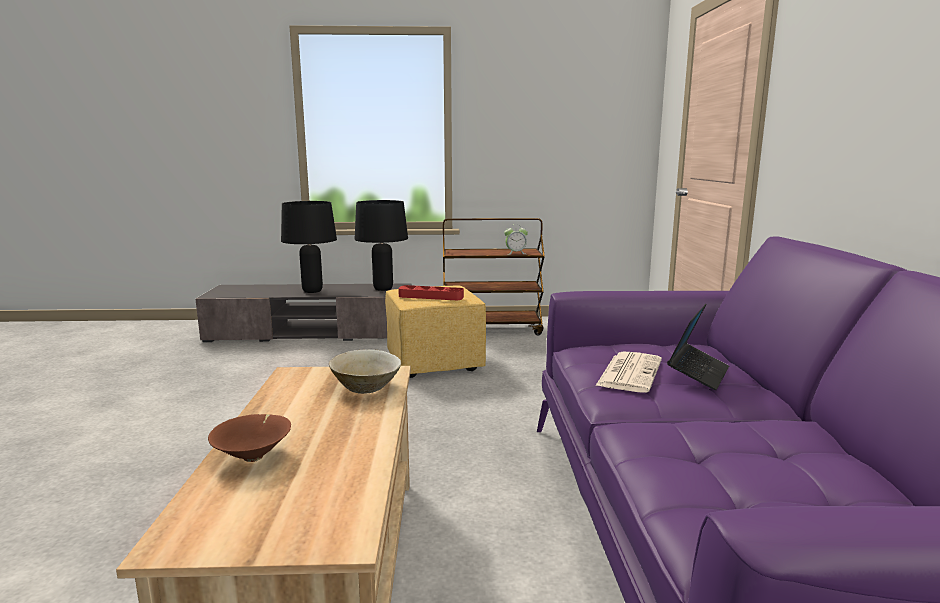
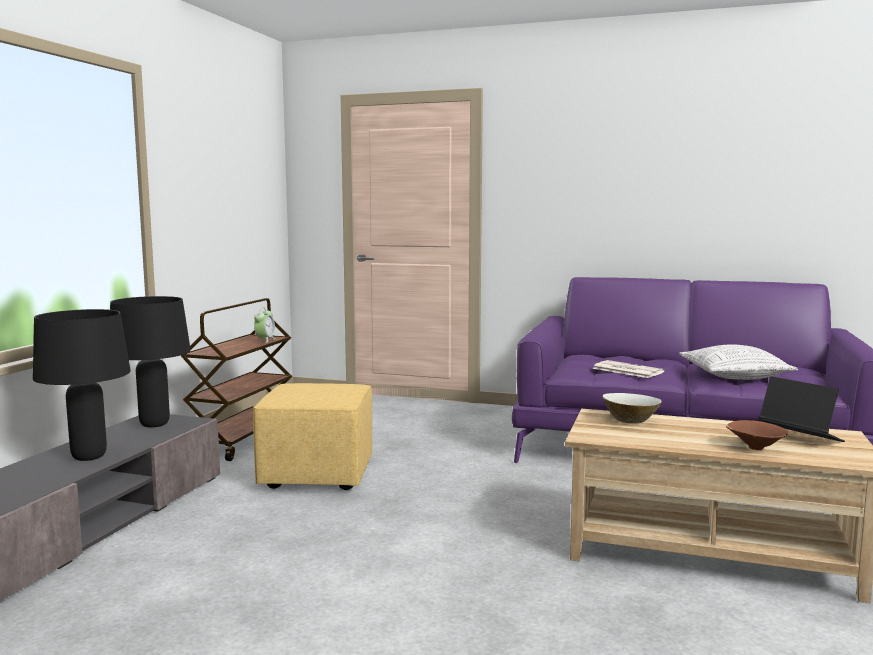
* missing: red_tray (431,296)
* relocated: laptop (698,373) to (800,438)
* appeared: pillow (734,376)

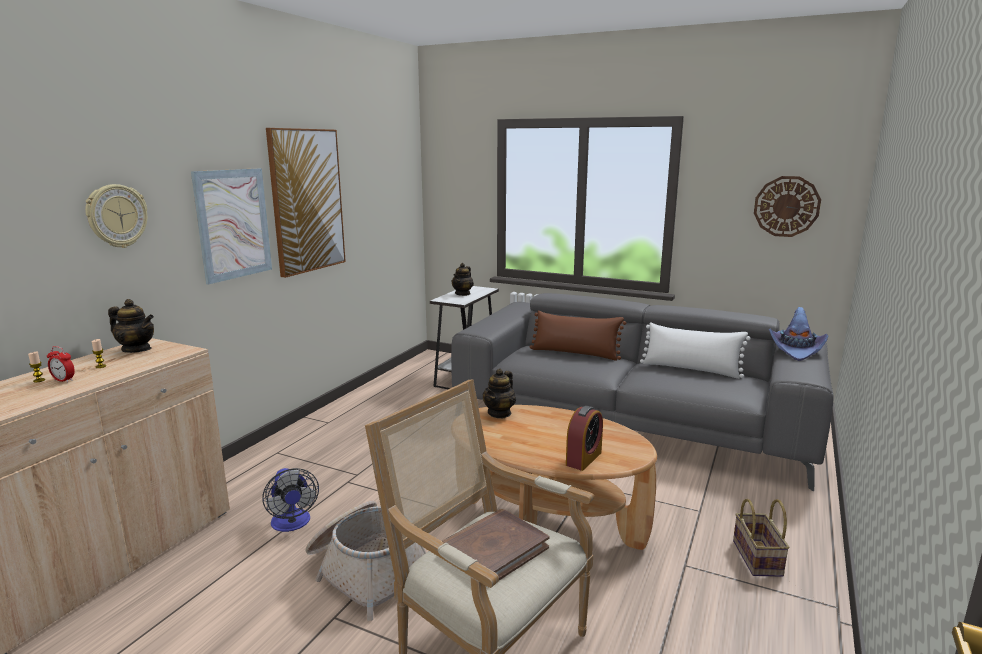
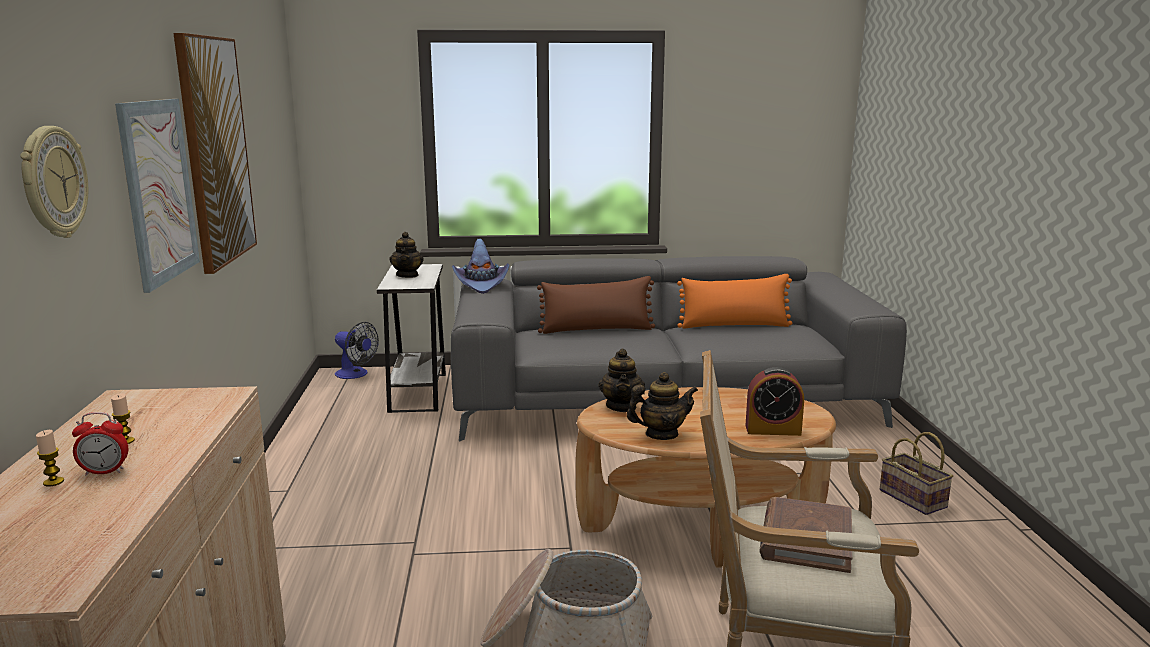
* missing: wall_clock (786,206)
* relocated: teapot (136,349) to (661,434)
* relocated: purple_hat (796,350) to (481,284)
* colour: white_pillow (691,369) to orange_pillow (734,325)
* spun: alarm_clock (583,458) = (773,430) 90 degrees clockwise
* relocated: fan (292,524) to (355,374)

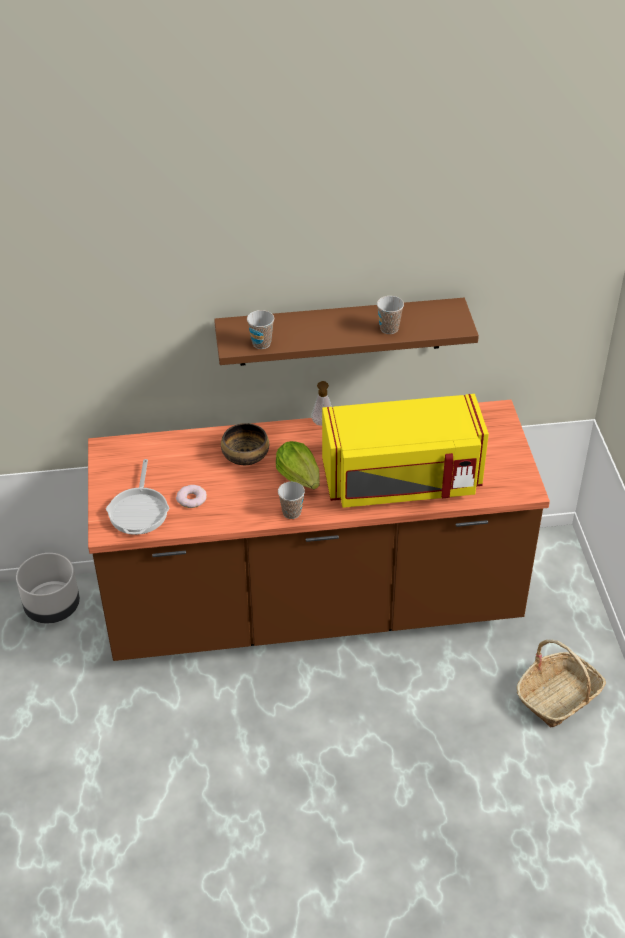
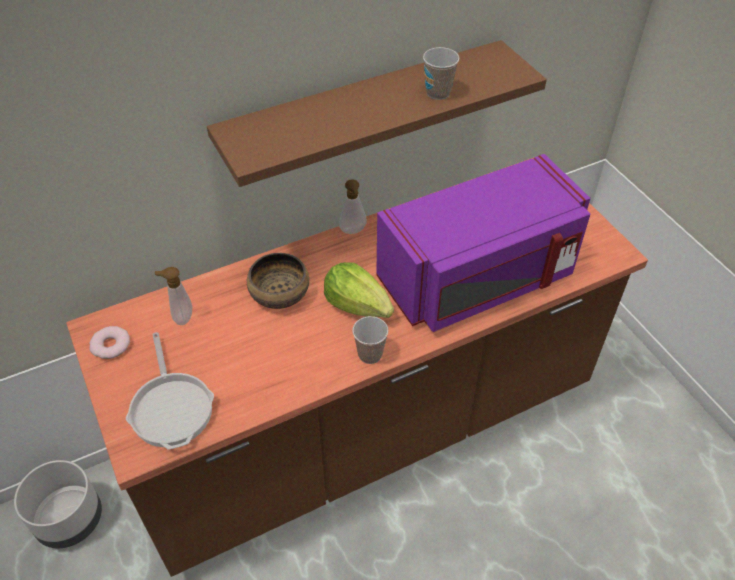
* missing: cup (261,343)
* colour: yellow_microwave (402,482) to purple_microwave (479,279)
* relocated: donut (191,499) to (110,345)
* missing: basket (558,697)
* appeared: soap_dispenser (181,317)

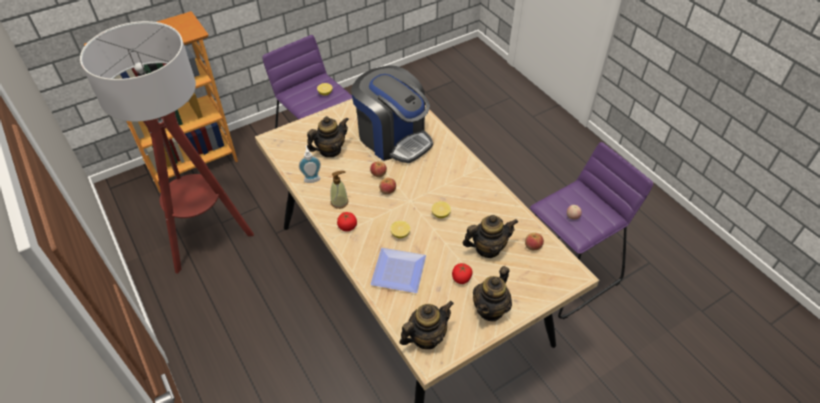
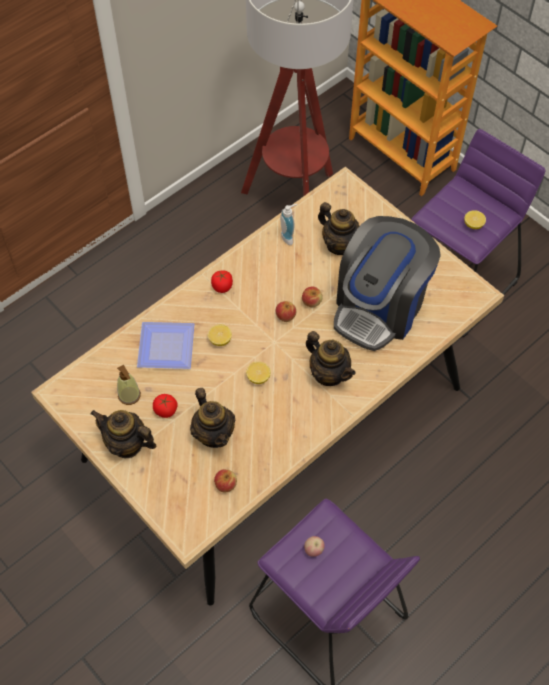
* relocated: soap_dispenser (339,202) to (129,395)
* relocated: teapot (426,337) to (329,373)

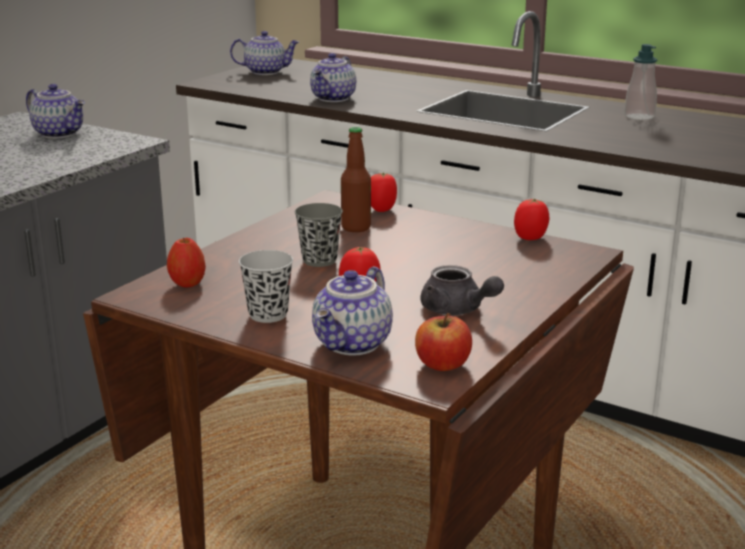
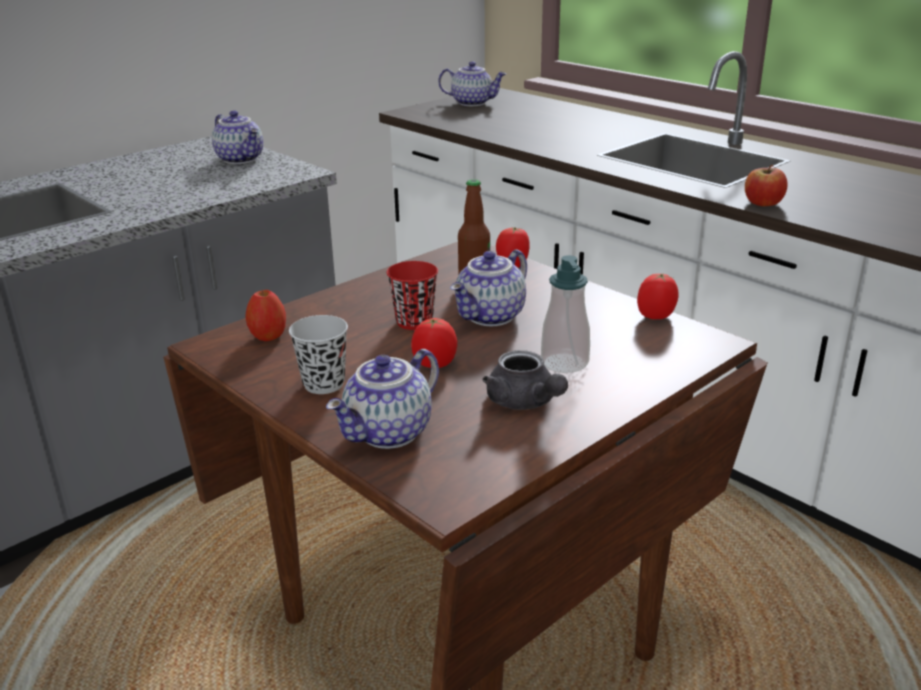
* relocated: soap_dispenser (639,116) to (564,362)
* relocated: teapot (334,99) to (491,317)
* colour: grey_cup (319,260) to red_cup (414,322)
* relocated: apple (443,364) to (763,203)

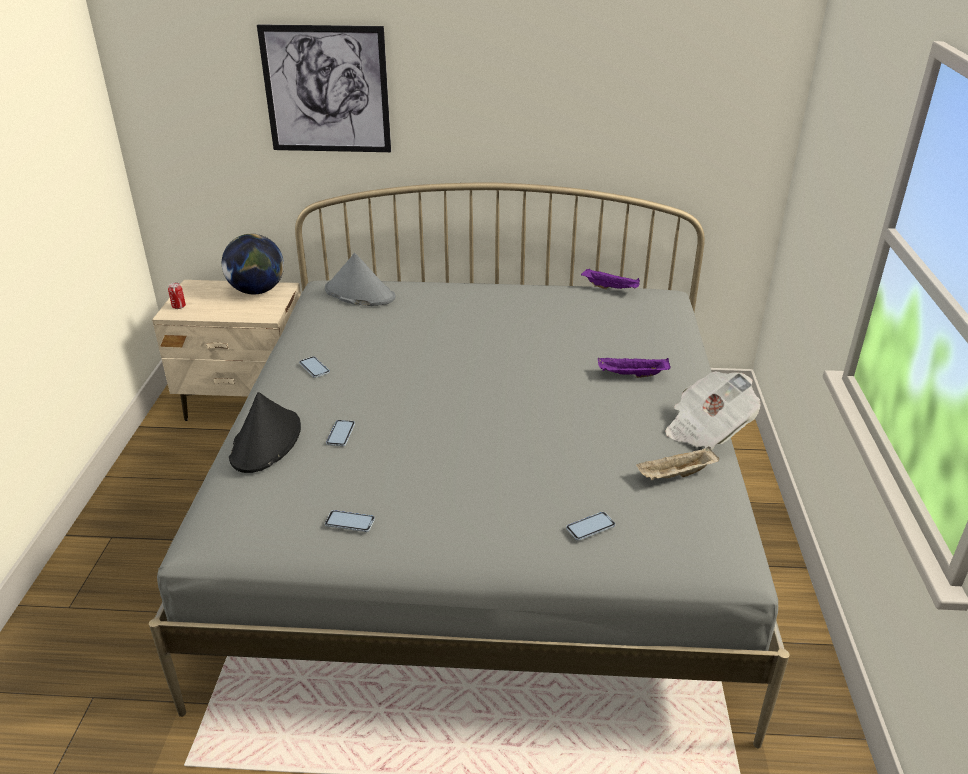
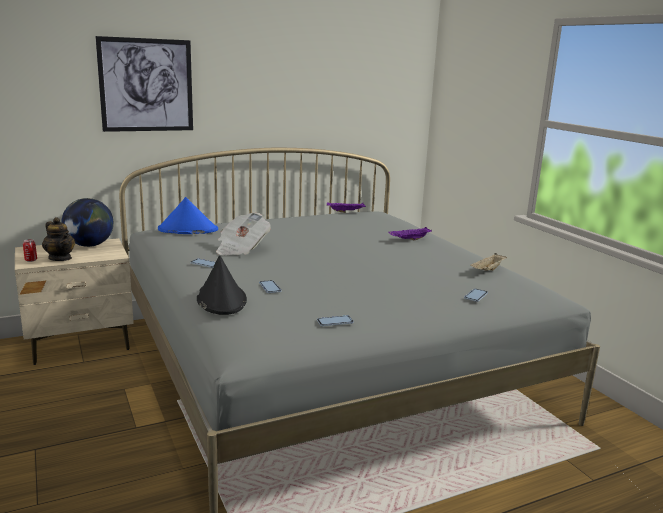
* colour: grey_hat (359,294) to blue_hat (187,230)
* relocated: newspaper (707,429) to (241,249)
* appeared: teapot (60,258)

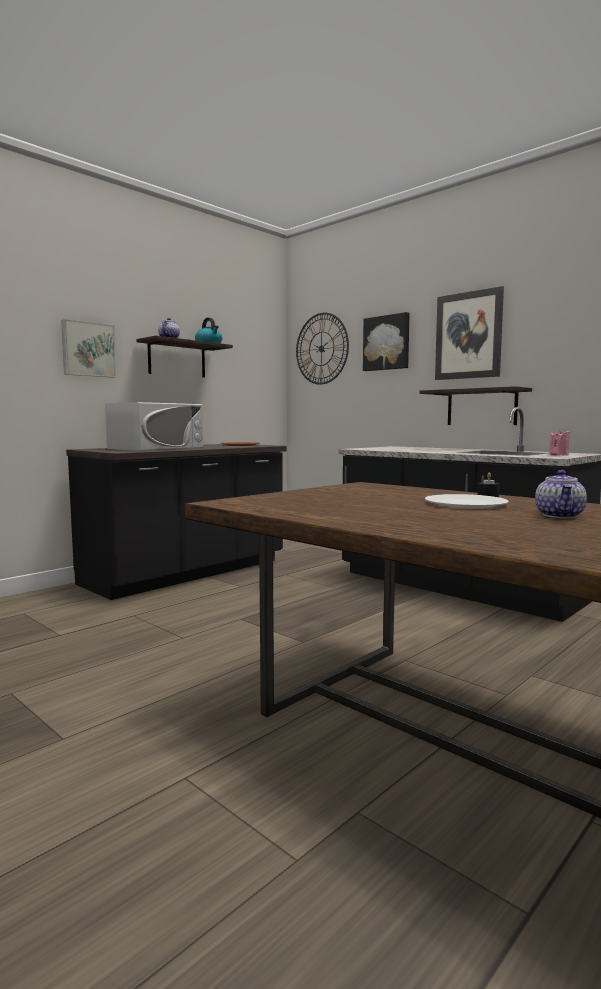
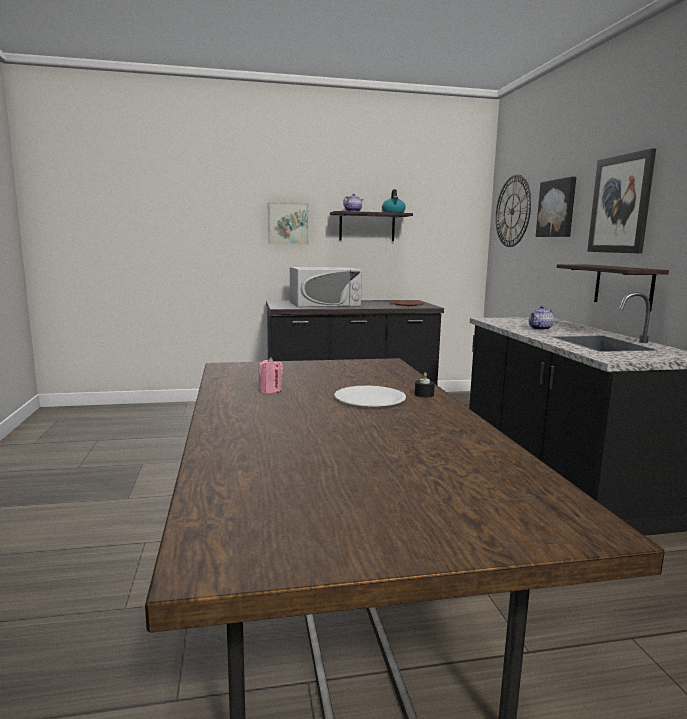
* relocated: pink_candle (558,455) to (270,390)
* relocated: teapot (560,515) to (540,328)

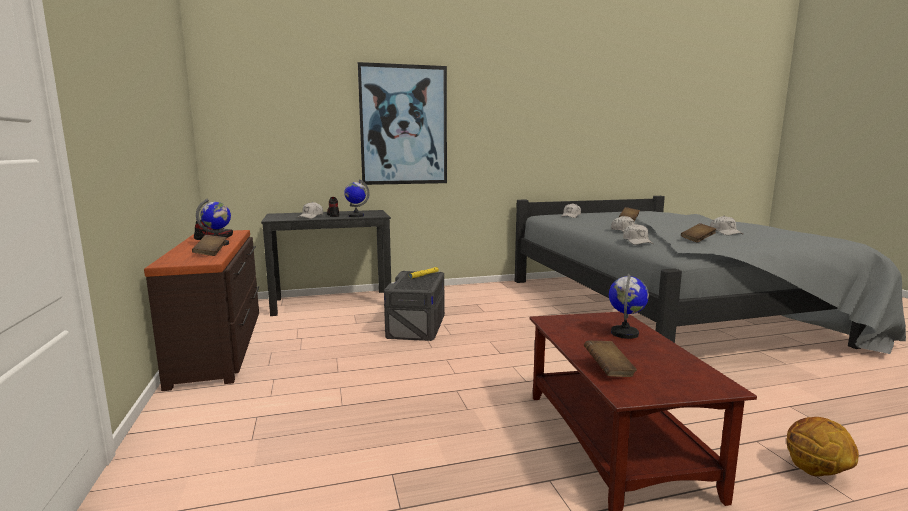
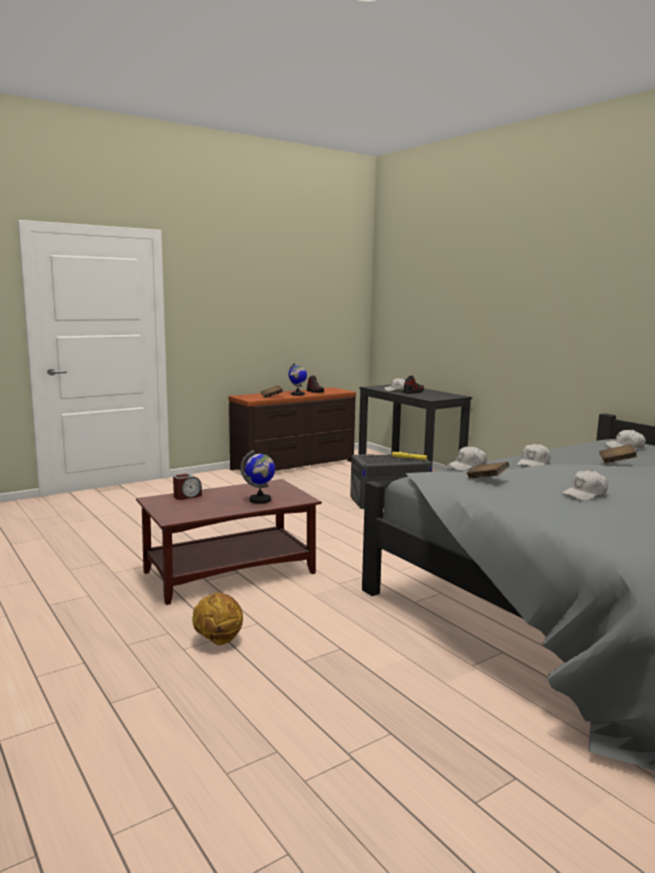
* missing: picture (403,125)
* missing: globe (356,216)
* exchanged: brown_book (608,370) to alarm_clock (187,496)

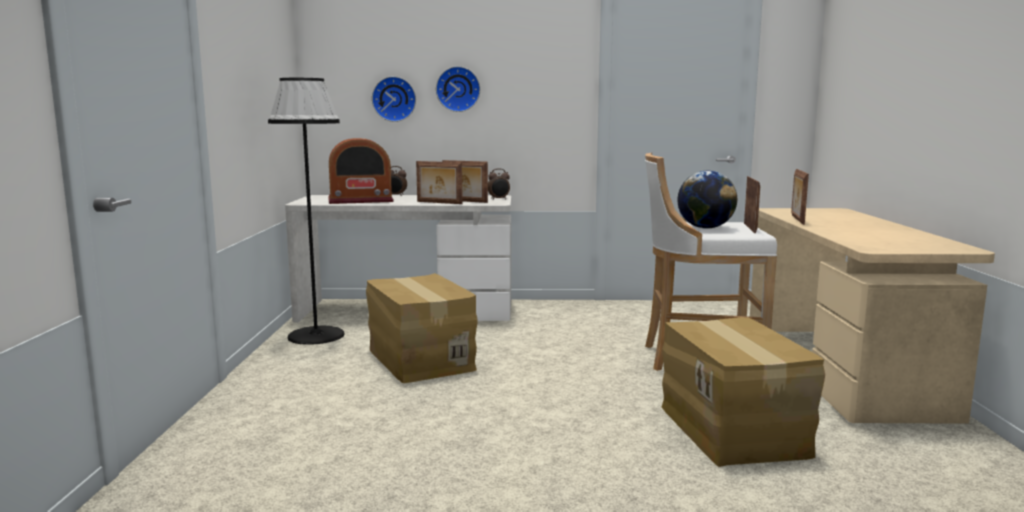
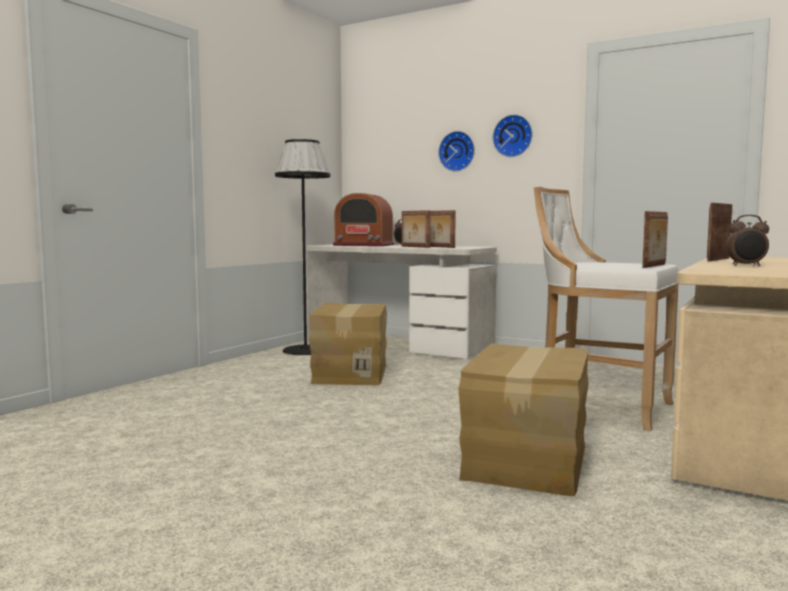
* relocated: wall_clock (394,99) to (513,136)
* relocated: alarm_clock (498,199) to (746,266)
* missing: globe (705,228)

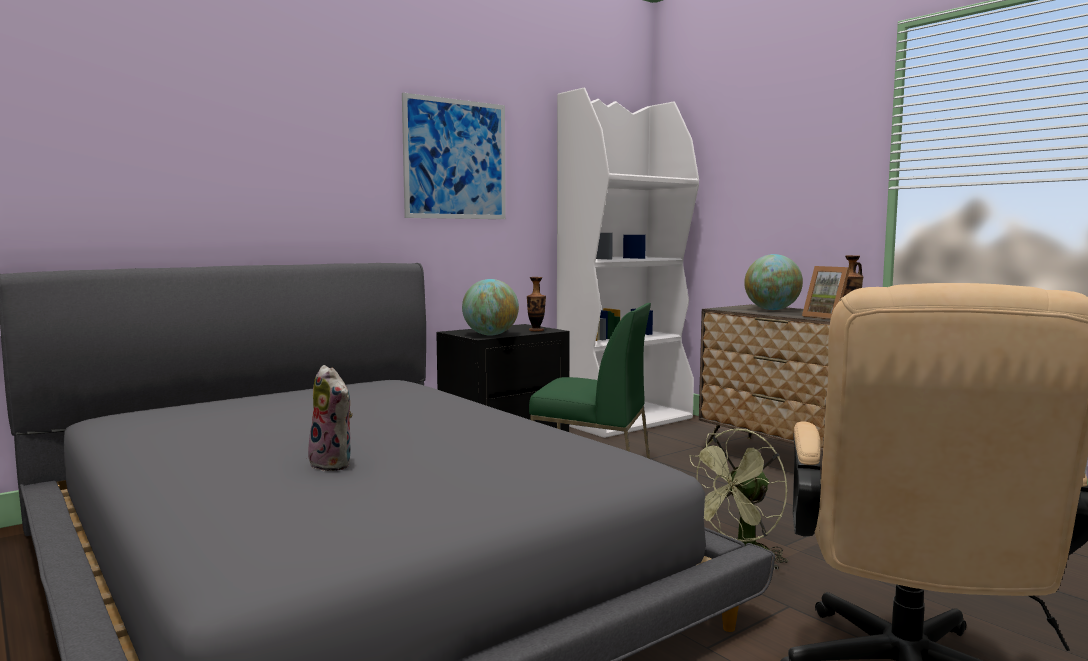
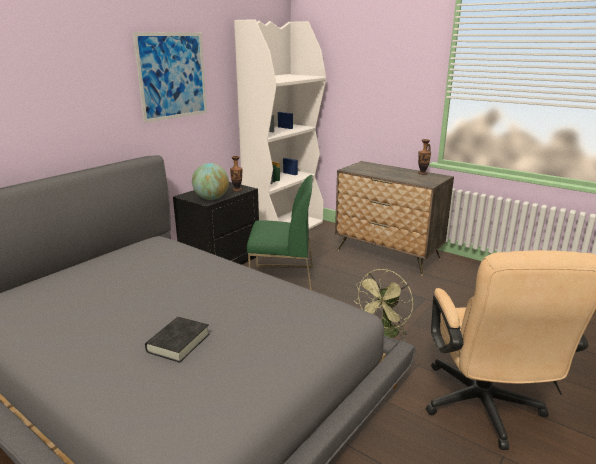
* missing: globe (772,310)
* missing: picture_frame (827,317)
* exchanged: plush_toy (334,464) to black_book (178,343)

